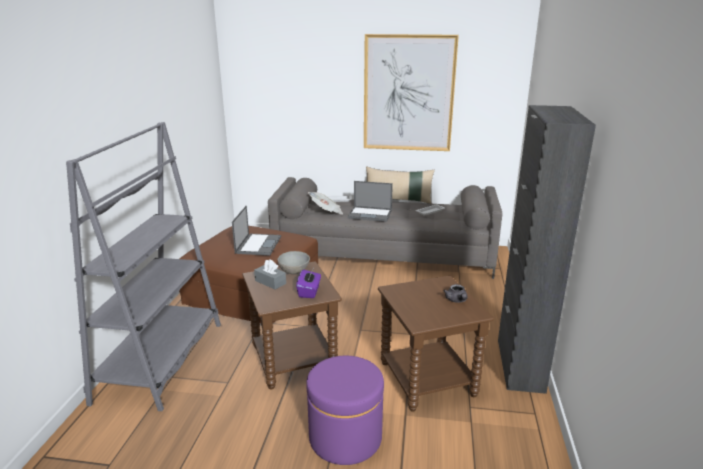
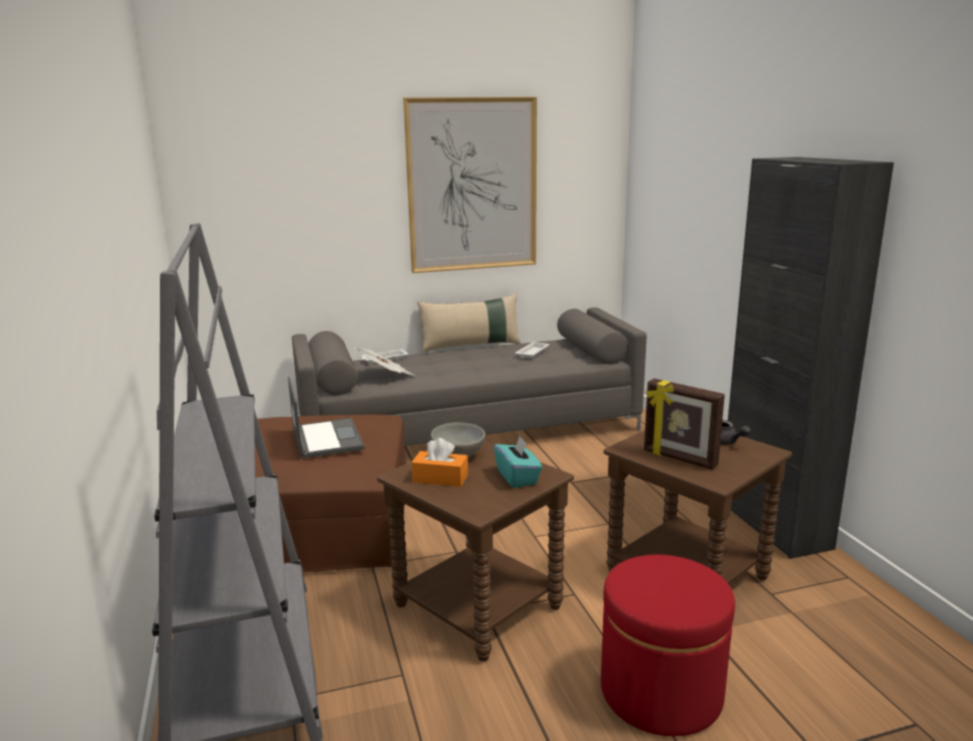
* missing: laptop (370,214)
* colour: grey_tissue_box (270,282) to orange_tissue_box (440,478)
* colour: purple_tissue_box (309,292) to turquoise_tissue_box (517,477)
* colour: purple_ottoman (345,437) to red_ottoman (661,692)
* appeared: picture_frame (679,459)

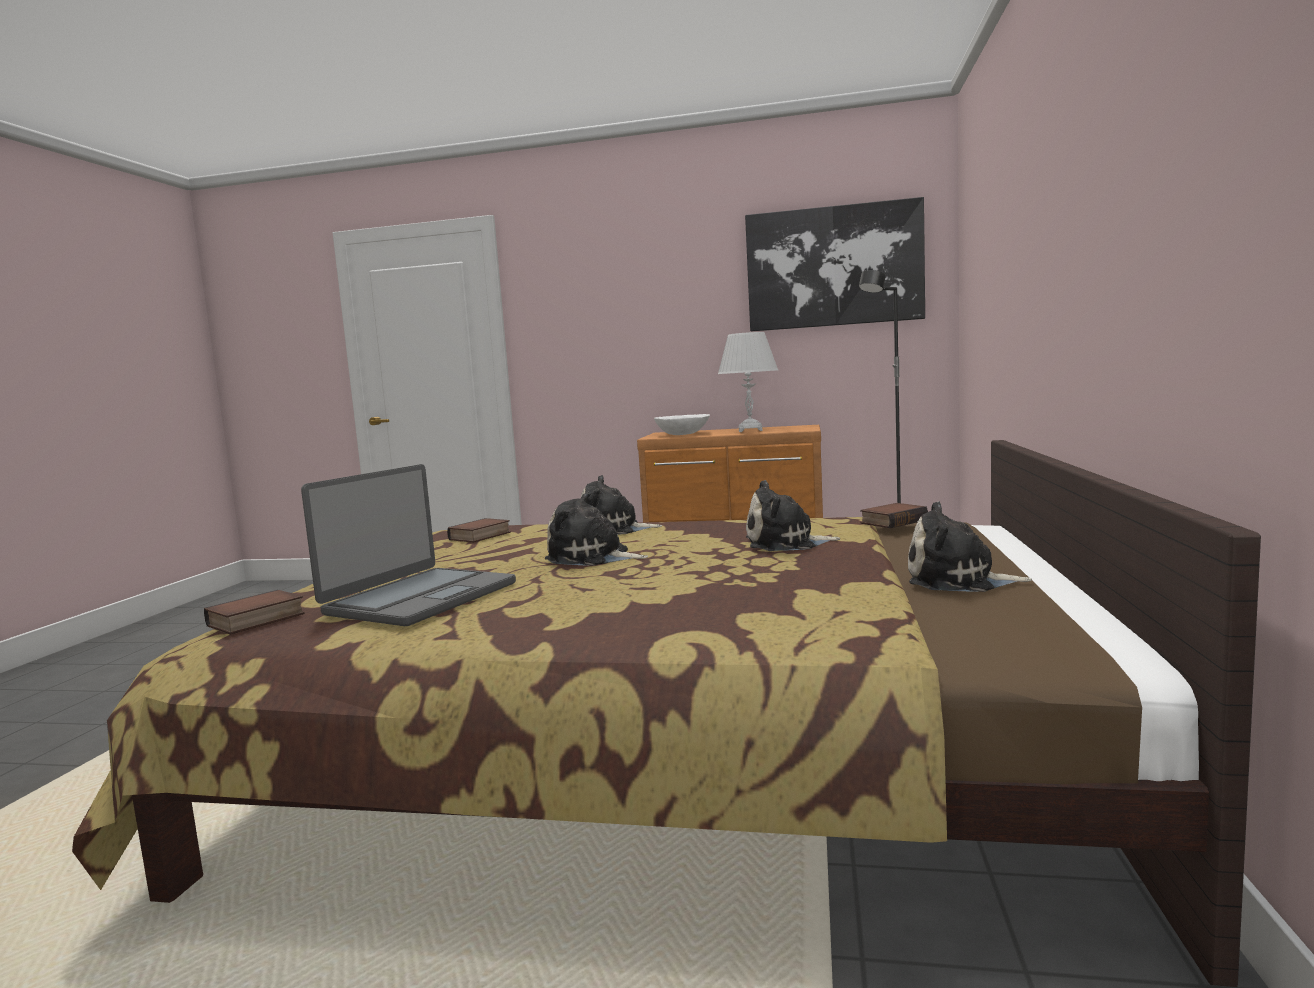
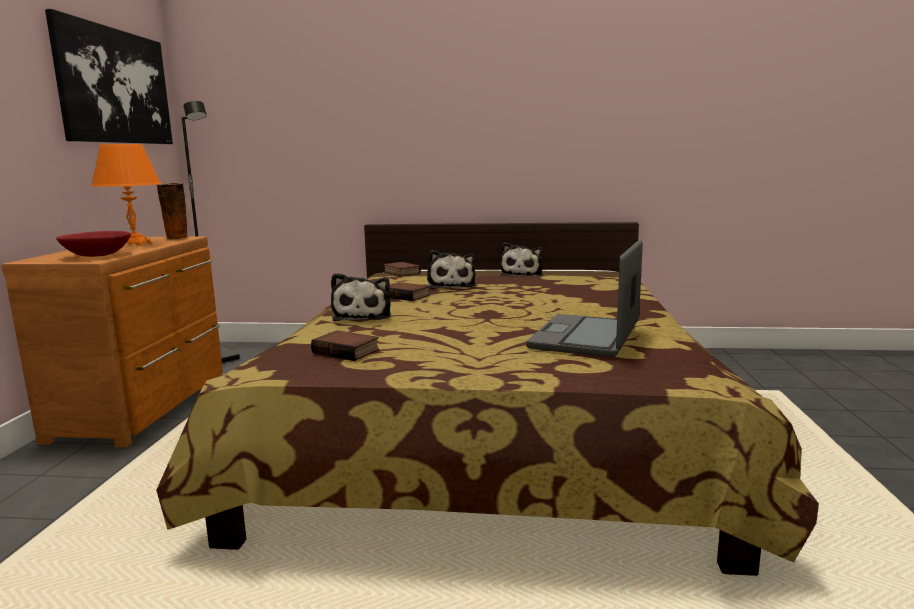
* colour: white_table_lamp (750,430) to orange_table_lamp (135,244)
* colour: white_bowl (682,434) to red_bowl (98,255)
* spun: laptop (420,598) = (586,337) 90 degrees counterclockwise
* missing: plush_toy (592,557)
* relocated: book (256,620) to (407,296)
* appeared: vase (176,238)

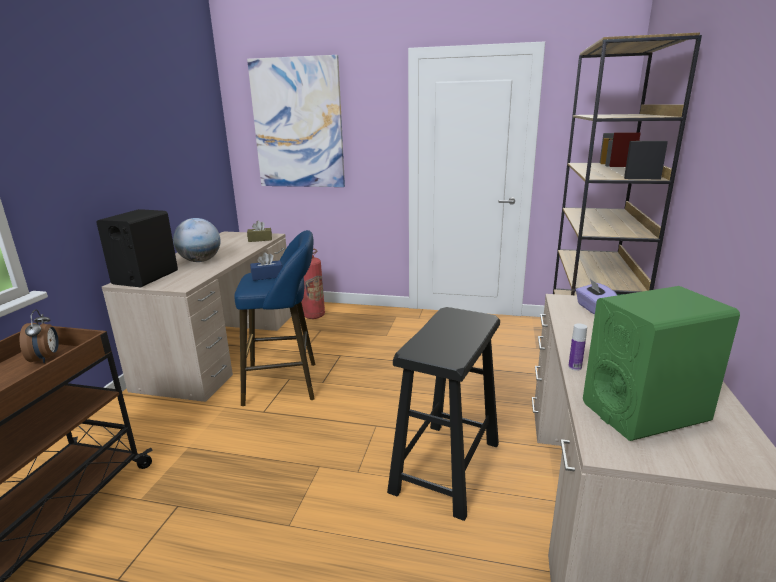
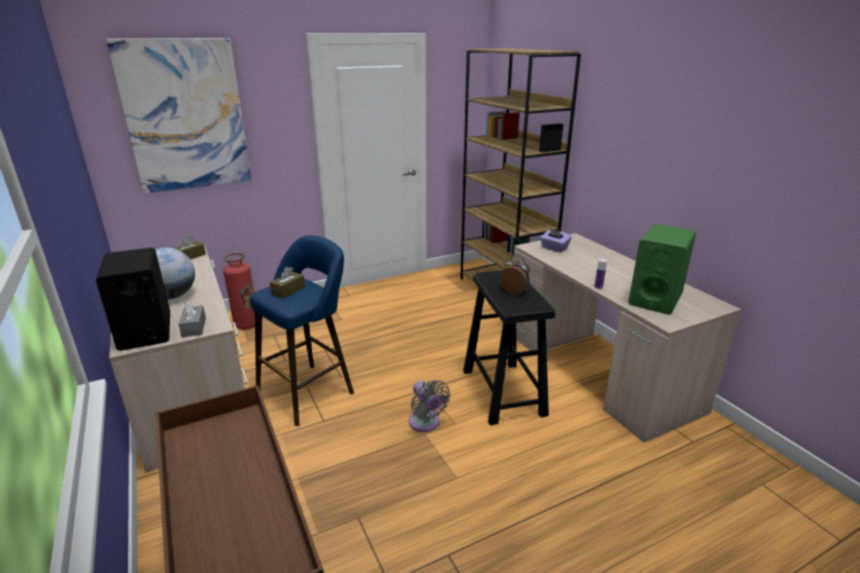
* colour: blue_tissue_box (267,276) to brown_tissue_box (288,290)
* relocated: alarm_clock (46,358) to (514,291)
* appeared: grey_tissue_box (194,327)
* appeared: grey_fan (425,424)

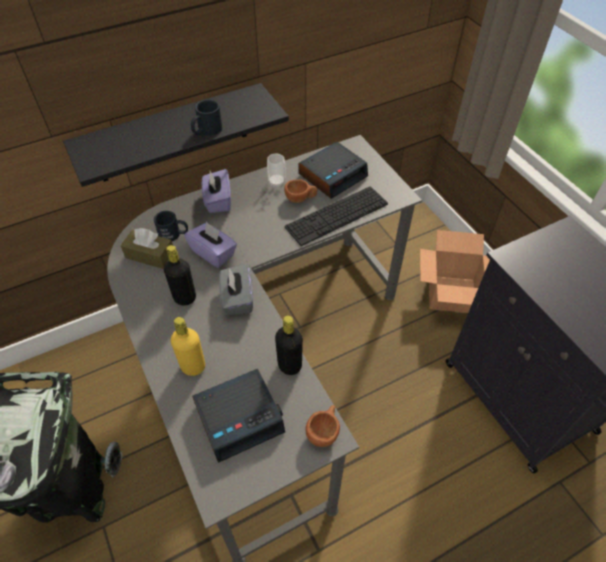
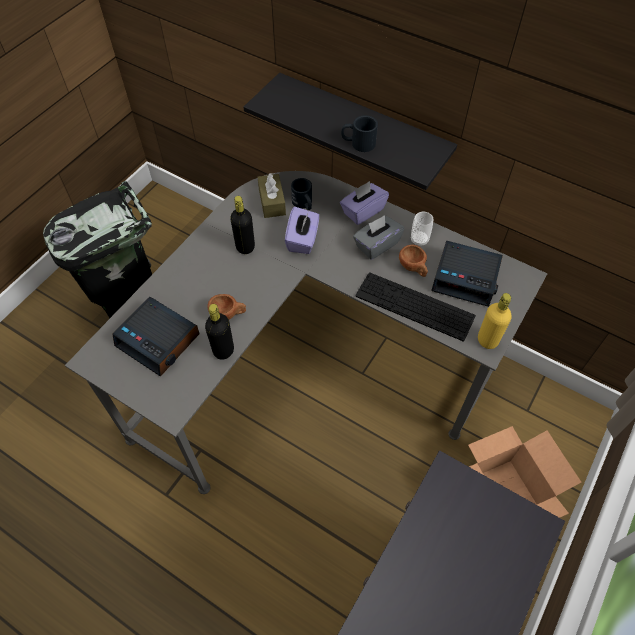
* relocated: grey_tissue_box (237,299) to (376,245)
* relocated: yellow_bottle (193,366) to (487,340)
* relocated: brown_cup (324,431) to (228,314)

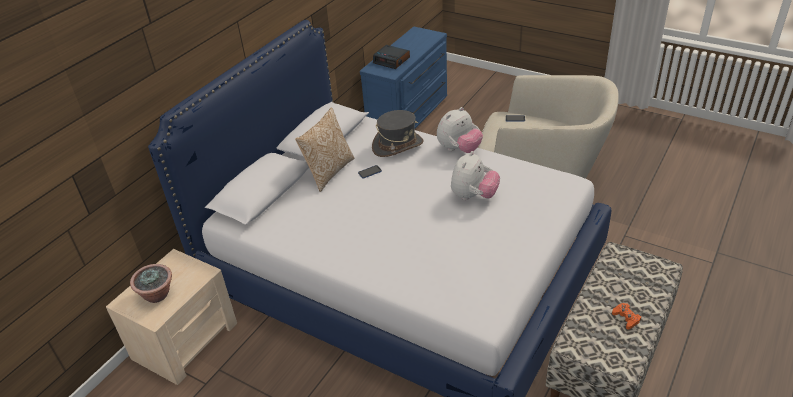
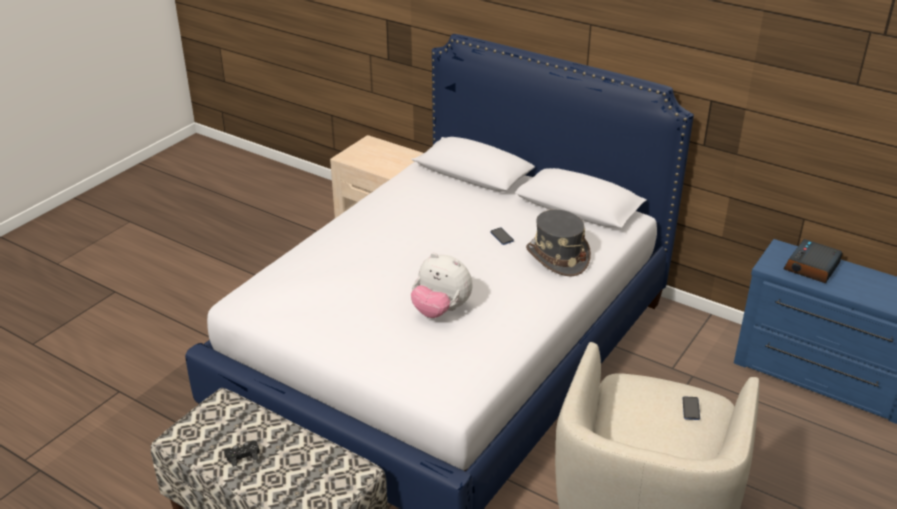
* missing: plush_toy (459,149)
* missing: pillow (328,172)
* missing: potted_plant (157,295)
* colour: orange_game_controller (626,318) to black_game_controller (242,455)

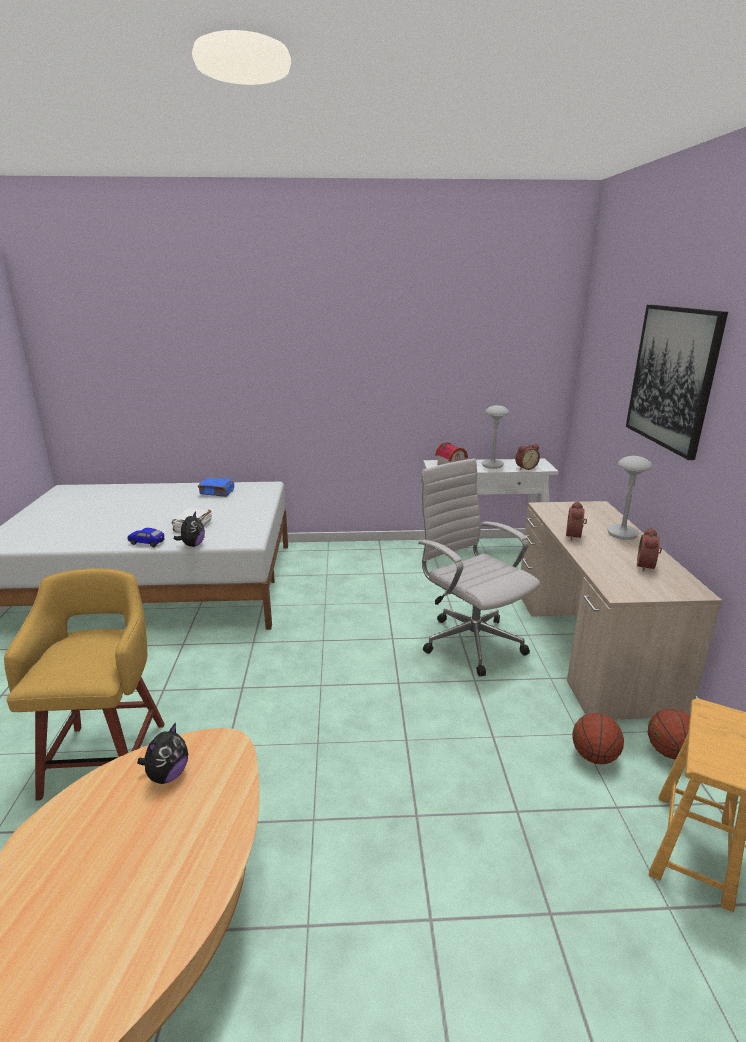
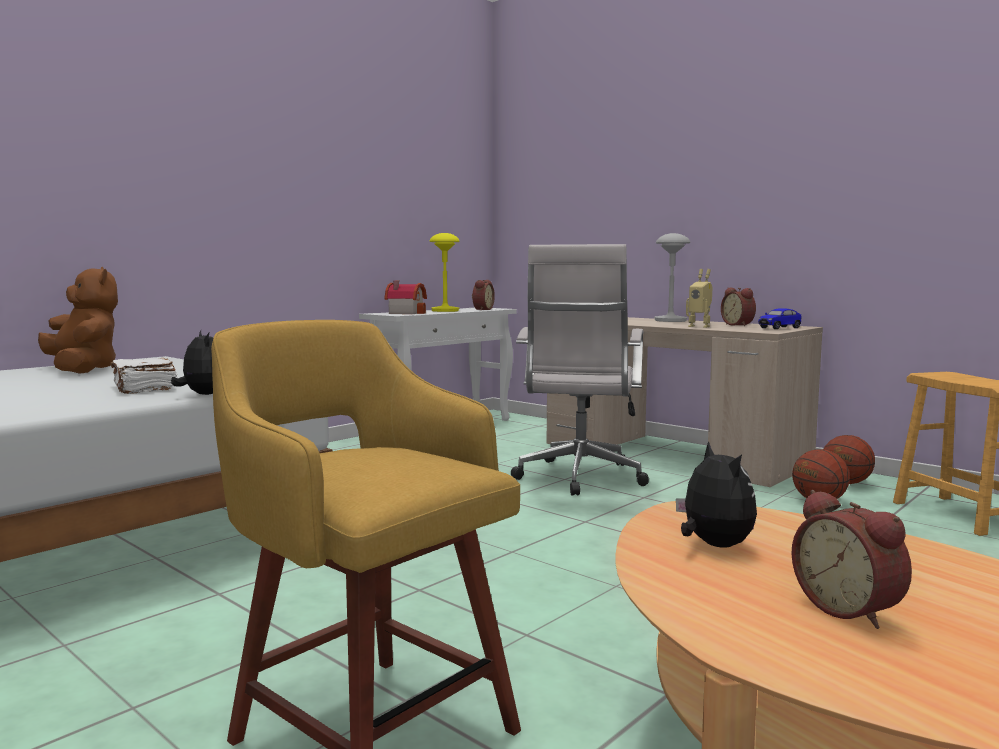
* missing: picture (672,377)
* colour: grey_table_lamp (492,465) to yellow_table_lamp (445,311)
* spun: white_office_chair (469,641) = (579,478) 90 degrees counterclockwise
* exchanged: blue_book (217,493) to brown_plush_toy (82,370)
* relocated: alarm_clock (575,536) to (850,609)
* relocated: toy_car (147,543) to (779,328)
* appeared: toy_robot (700,326)

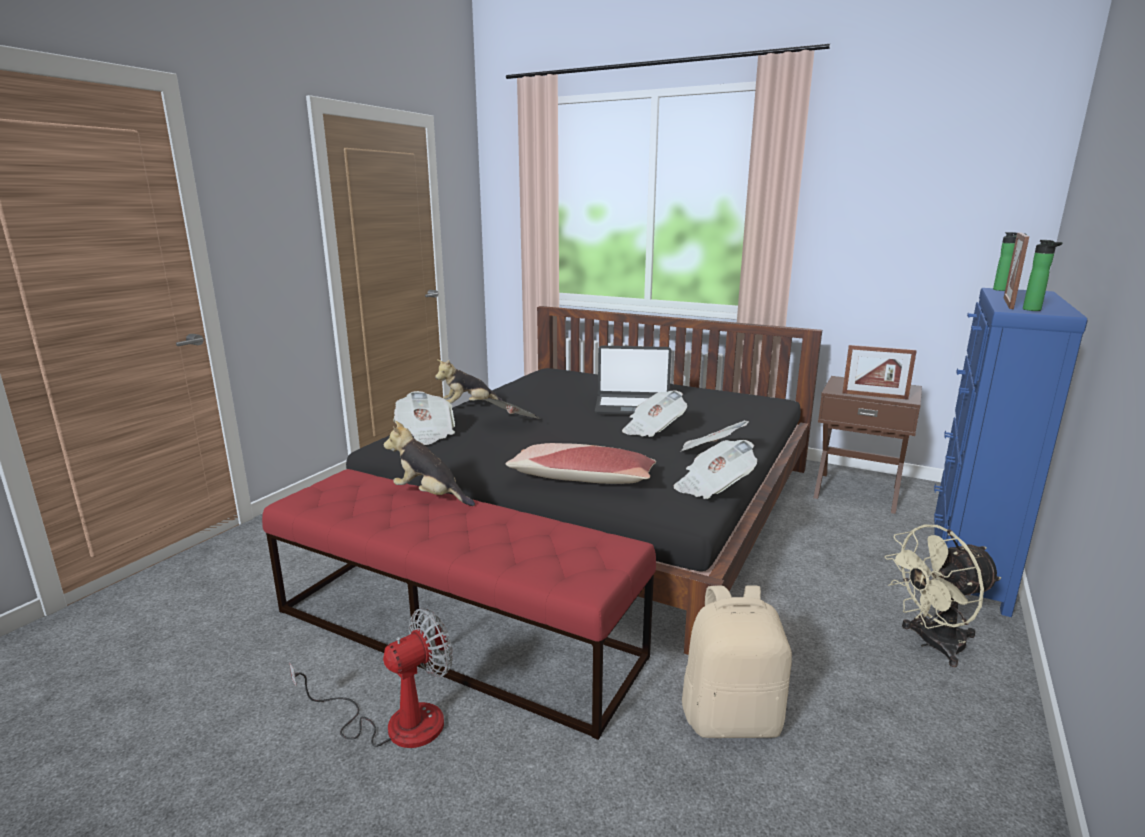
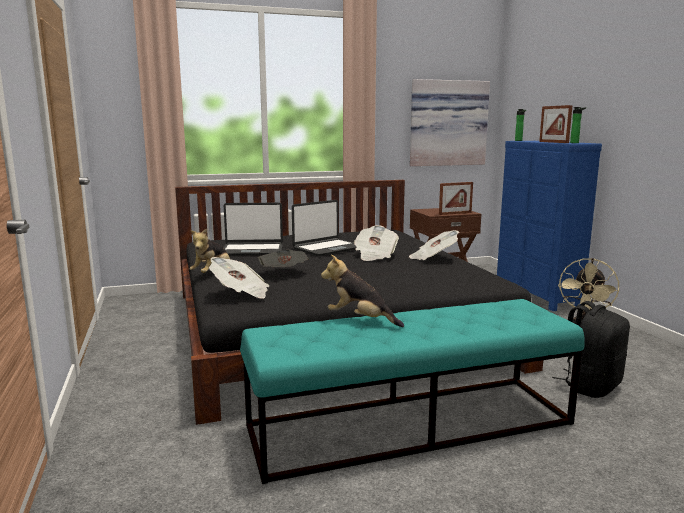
* spun: plush_toy (430,496) = (360,320) 45 degrees clockwise
* missing: newspaper (713,488)
* missing: pillow (581,479)
* colour: red_bench (456,633) to turquoise_bench (411,424)
* colour: beige_backpack (732,718) to black_backpack (591,386)
* missing: fan (396,722)
* appeared: picture (447,123)
* appeared: laptop (252,250)

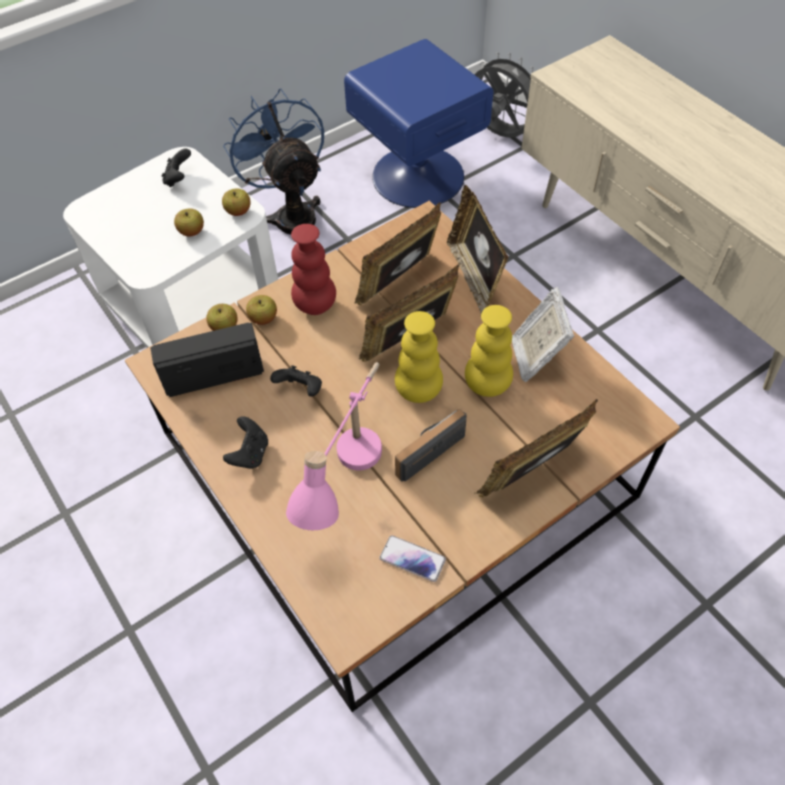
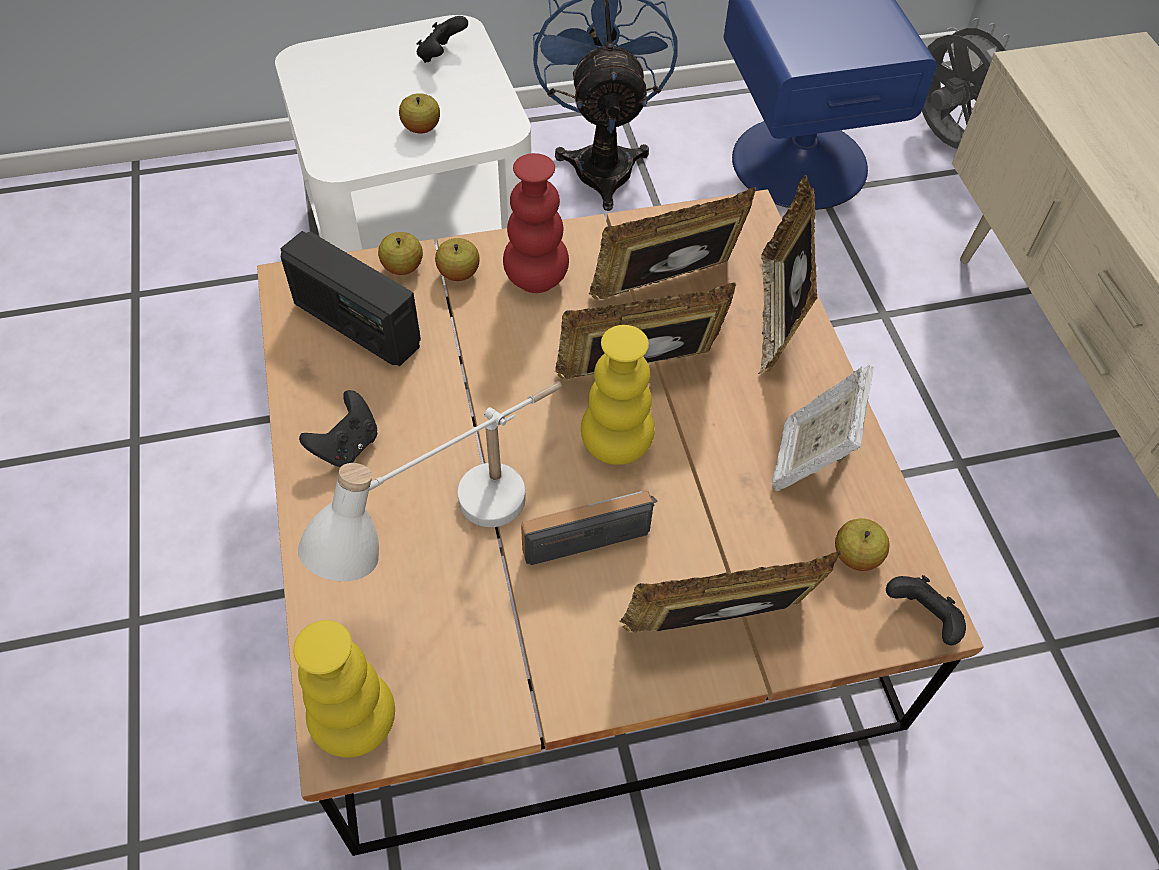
* relocated: apple (238,211) to (856,556)
* relocated: yellow_vase (487,385) to (356,725)
* spun: radio (214,375) = (356,324) 150 degrees counterclockwise
* colour: pink_table_lamp (349,480) to white_table_lamp (458,533)
* relocated: black_game_controller (301,390) to (922,618)
* missing: phone (412,559)

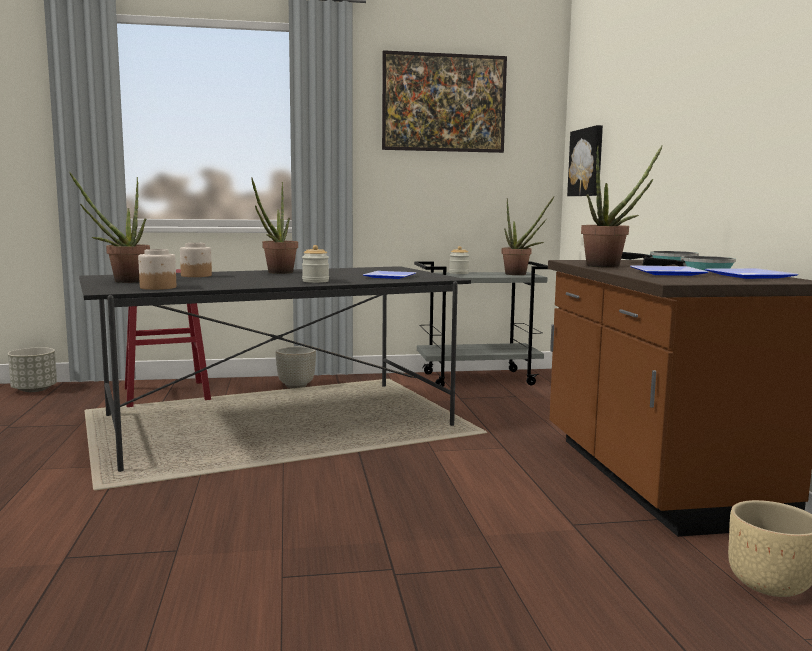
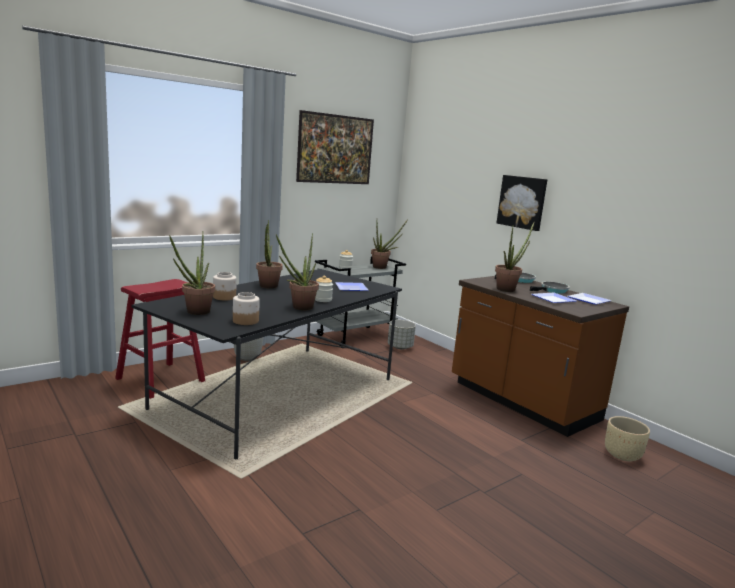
* relocated: picture (587,162) to (522,202)
* relocated: grey_planter (34,390) to (400,347)
* appeared: potted_plant (298,308)

